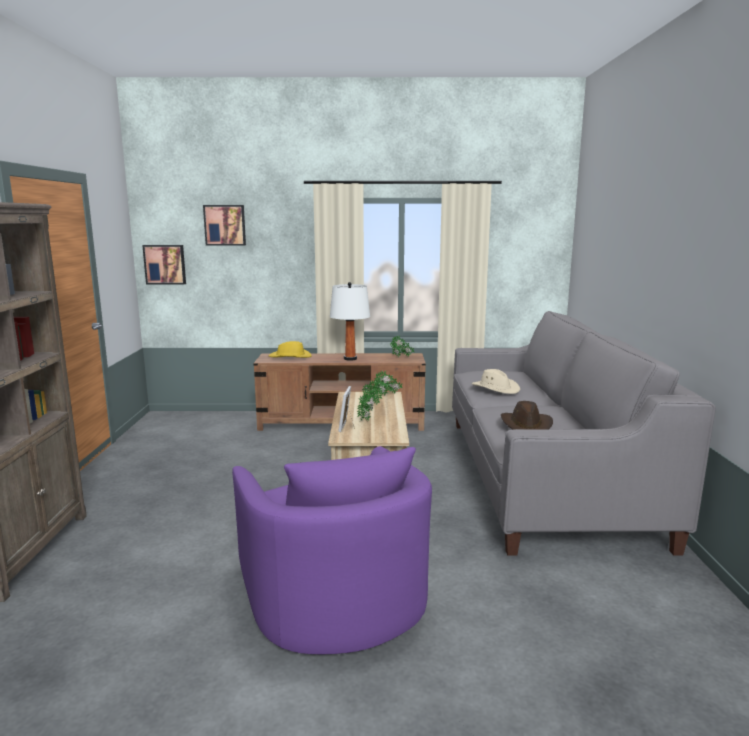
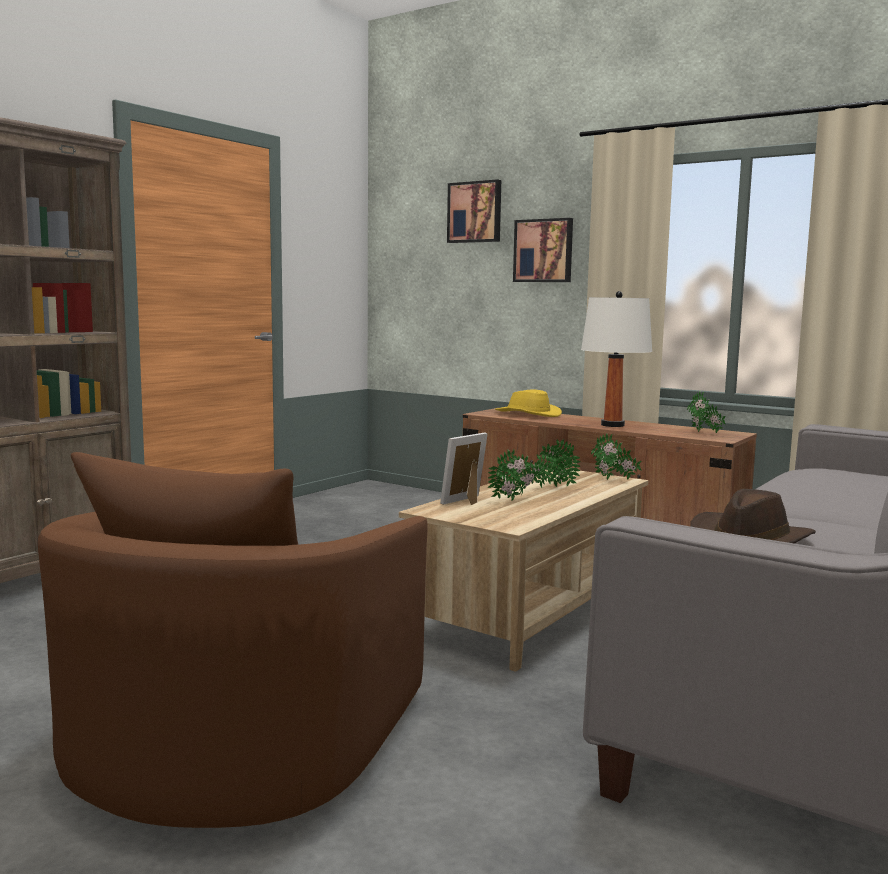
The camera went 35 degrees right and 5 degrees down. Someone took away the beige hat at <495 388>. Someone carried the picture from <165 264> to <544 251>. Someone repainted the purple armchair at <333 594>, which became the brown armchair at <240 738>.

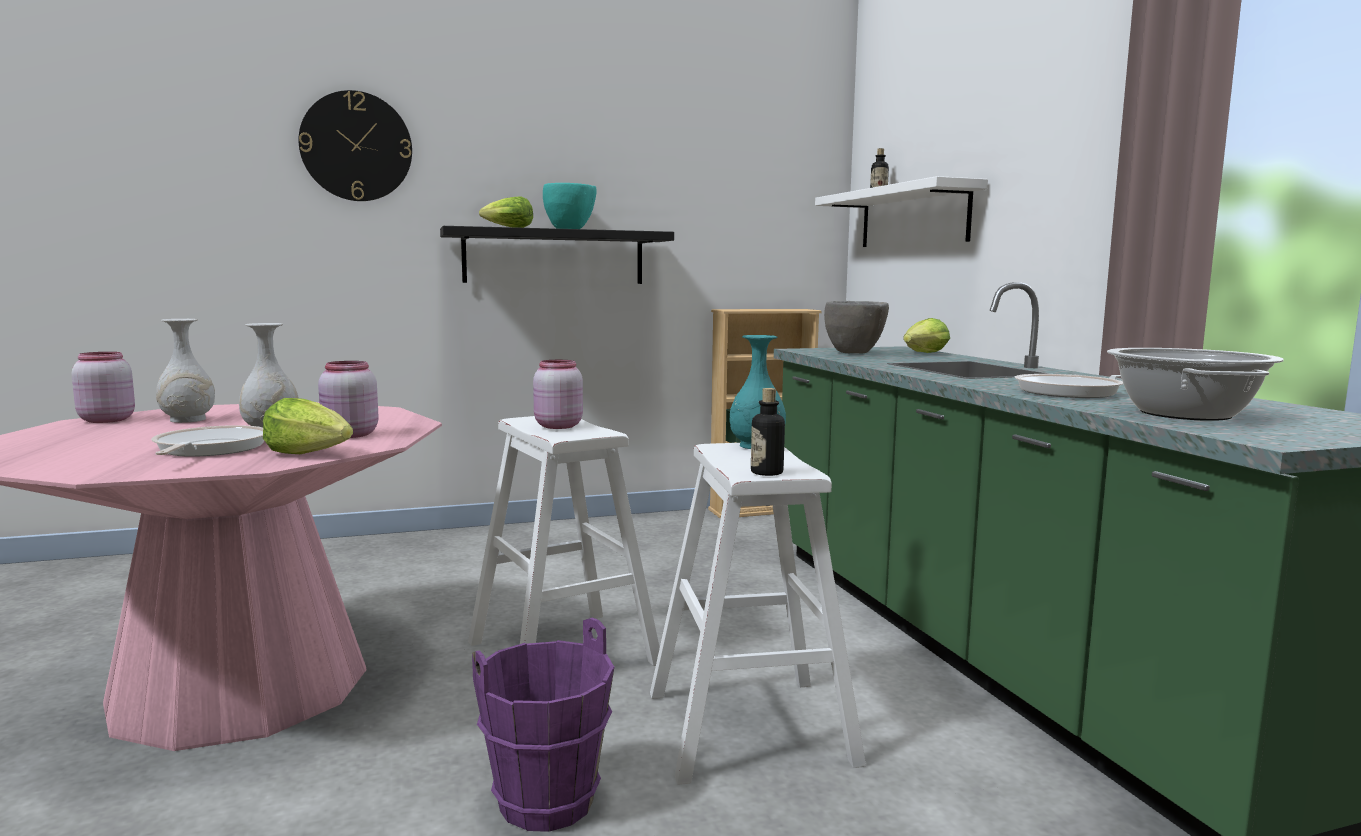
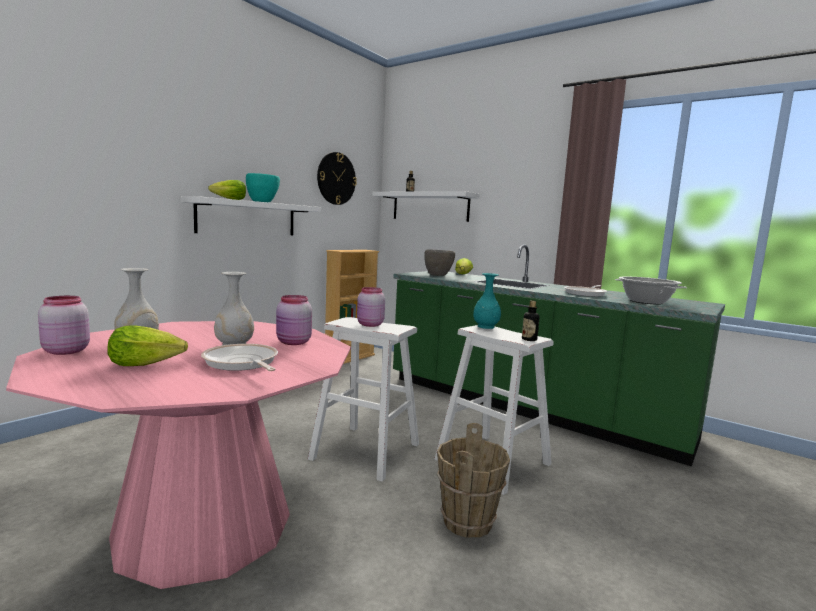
The camera went 35 degrees left and 0 degrees up. Someone carried the lettuce from <310 454> to <146 364>. Someone carried the wall clock from <356 146> to <336 178>. Someone repainted the black shelf at <554 257>, which became the white shelf at <247 218>. Someone repainted the purple bucket at <547 803>, which became the brown bucket at <468 522>.

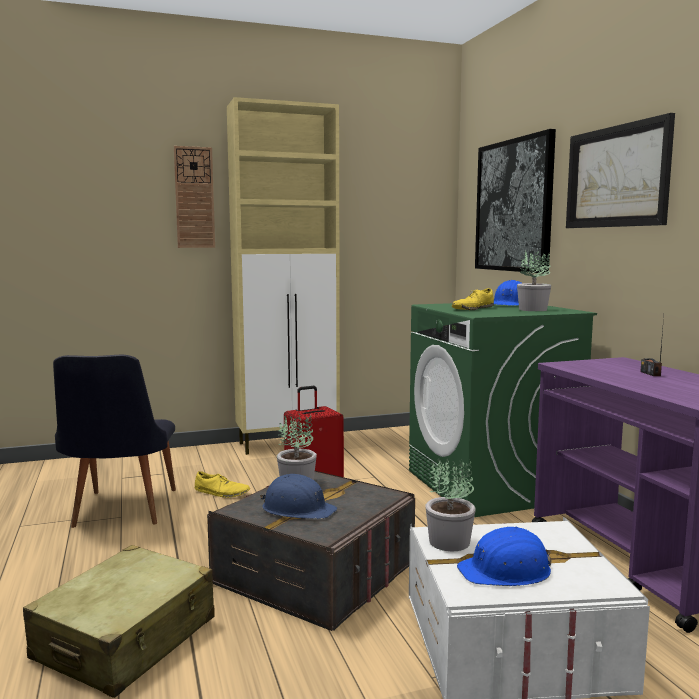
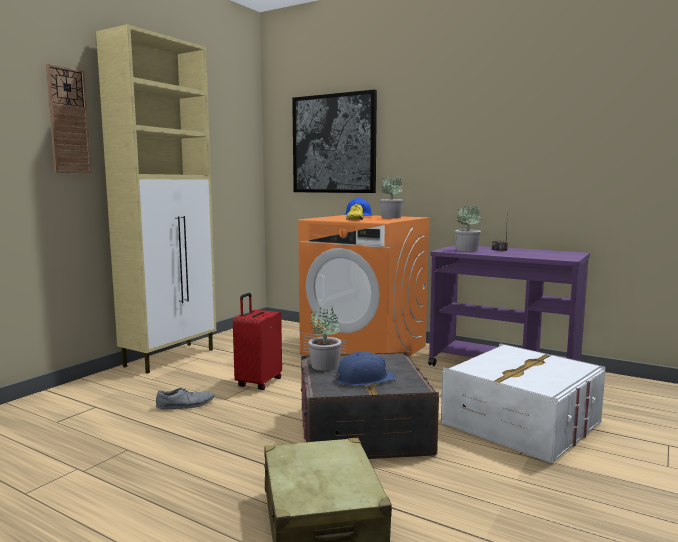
The camera went 40 degrees left and 0 degrees up. Someone took away the black chair at <120 512>. Someone took away the blue hard hat at <506 571>. Someone took away the picture at <616 177>. Someone carried the potted plant from <450 542> to <467 250>. Someone repainted the yellow shoe at <221 492>, which became the grey shoe at <185 405>. Someone repainted the green washing machine at <491 485>, which became the orange washing machine at <365 350>.

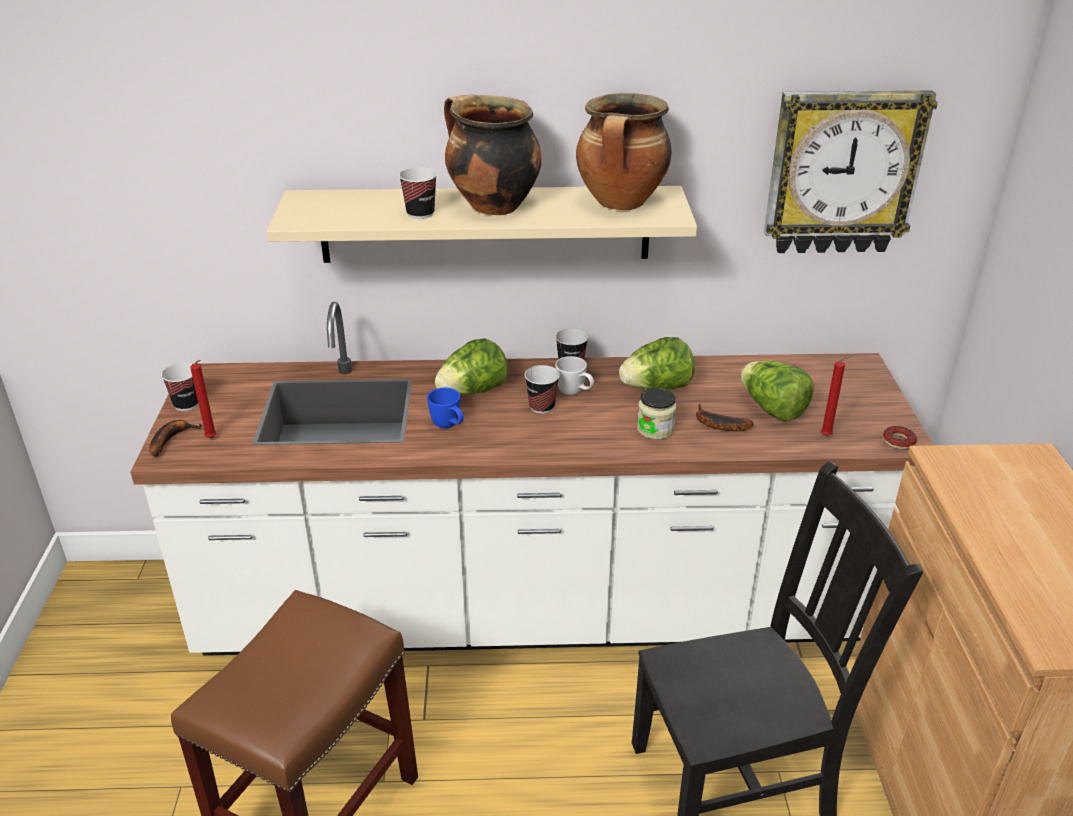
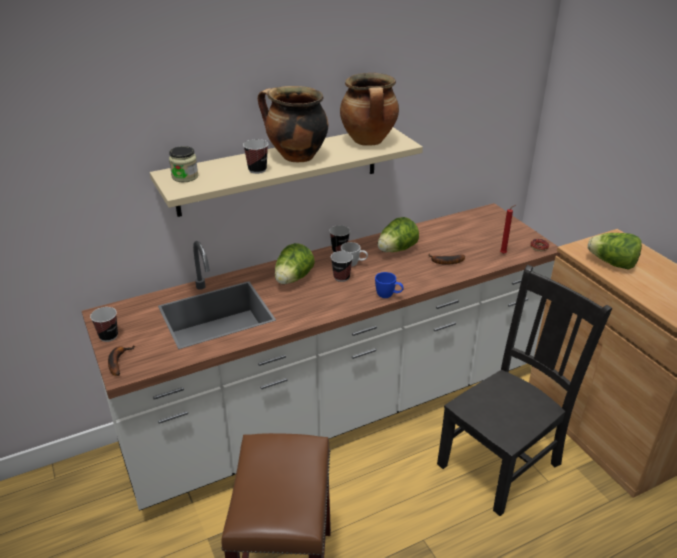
The camera went 25 degrees left and 0 degrees up. Someone took away the red candle at <212 438>. Someone took away the wall clock at <842 172>. Someone carried the blue mug from <449 426> to <388 296>. Someone carried the jar from <655 429> to <185 177>. Someone carried the lettuce from <772 409> to <612 263>.

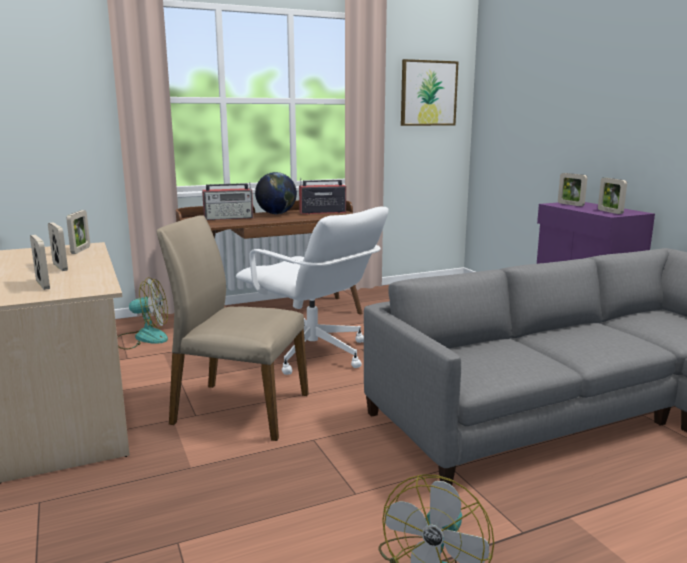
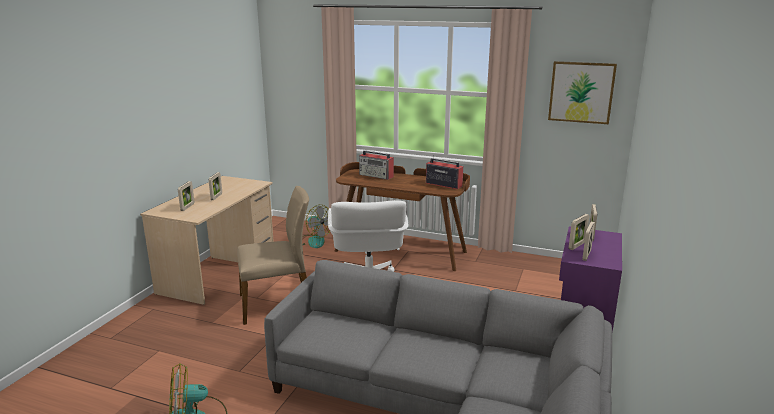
The camera went 45 degrees right and 5 degrees up. Someone took away the globe at <276 214>. Someone carried the picture frame from <80 250> to <577 245>. Someone rotated the beige chair at <239 409> by 105 degrees clockwise.

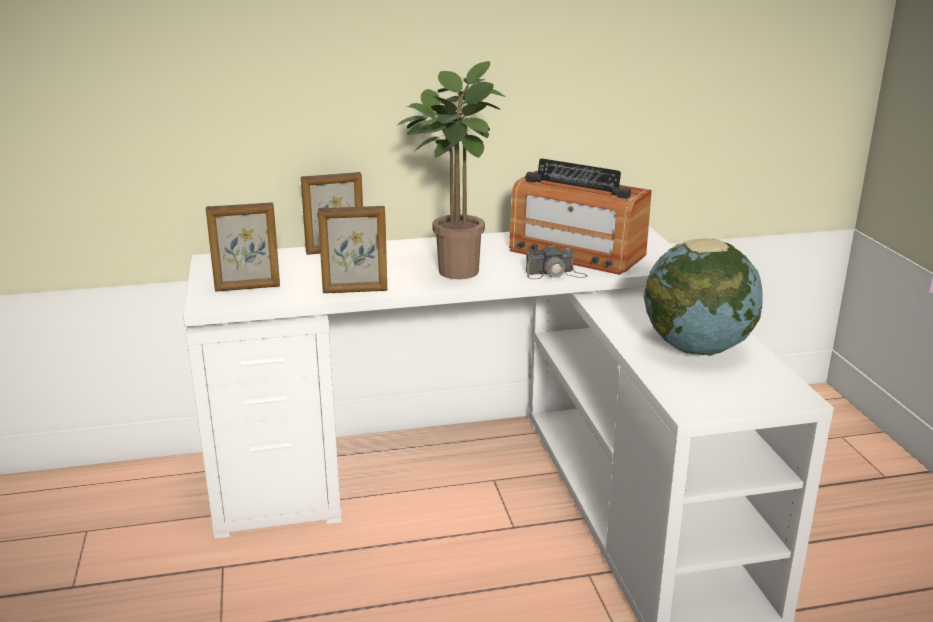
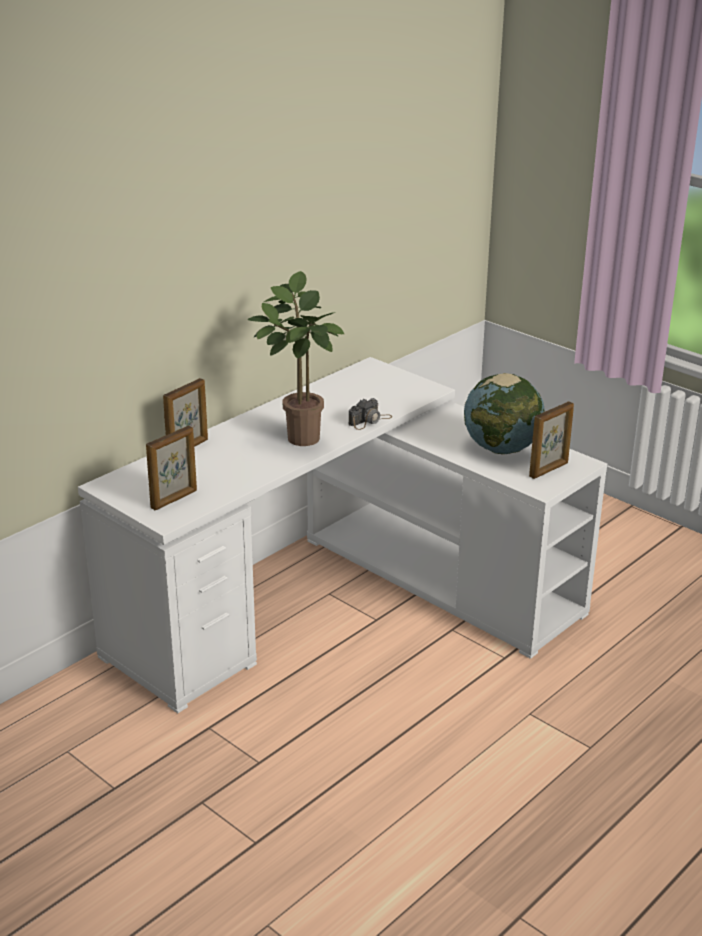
The camera went 35 degrees left and 5 degrees up. Someone took away the radio at <576 253>. Someone carried the picture frame from <355 291> to <549 470>.

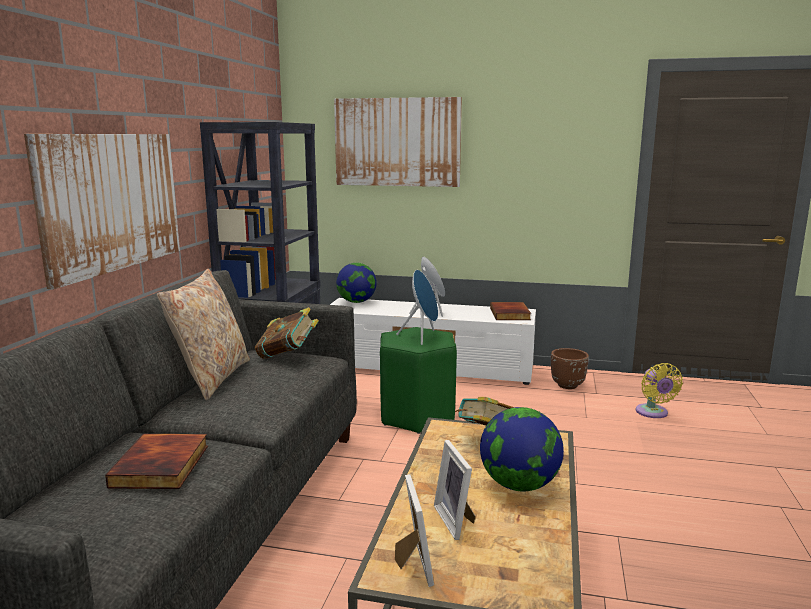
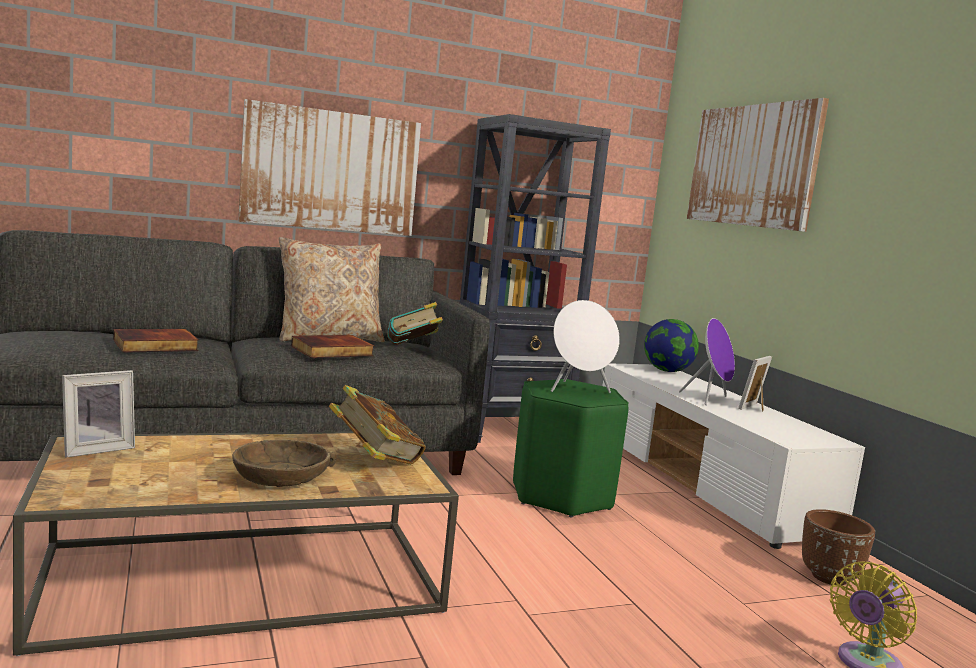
The camera went 55 degrees right and 5 degrees down. Someone carried the picture frame from <456 520> to <755 408>. Someone carried the book from <511 314> to <332 351>. Someone swapped the globe at <519 485> for the brown bowl at <281 476>. Someone repainted the blue speaker at <422 337>, which became the white speaker at <578 390>.

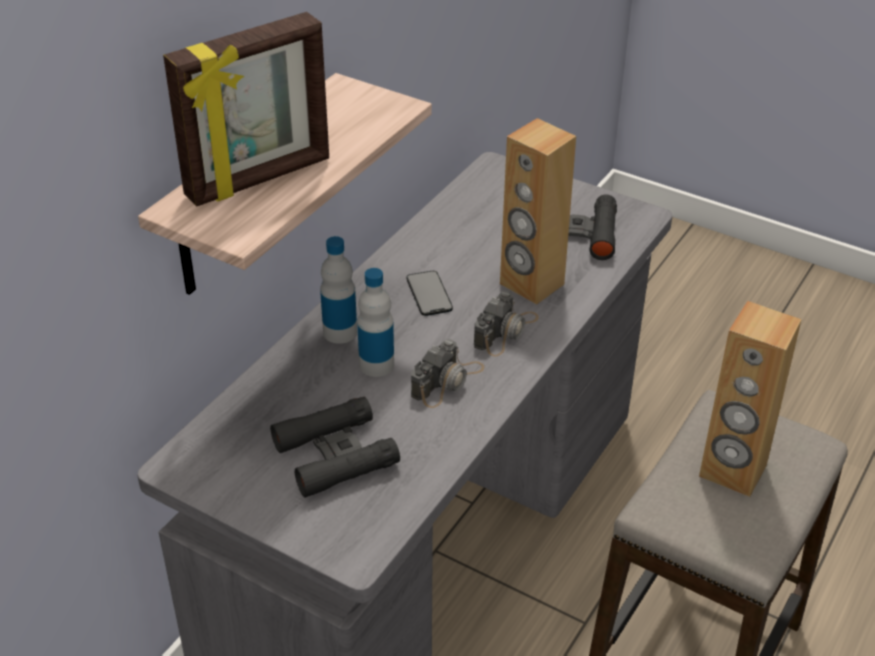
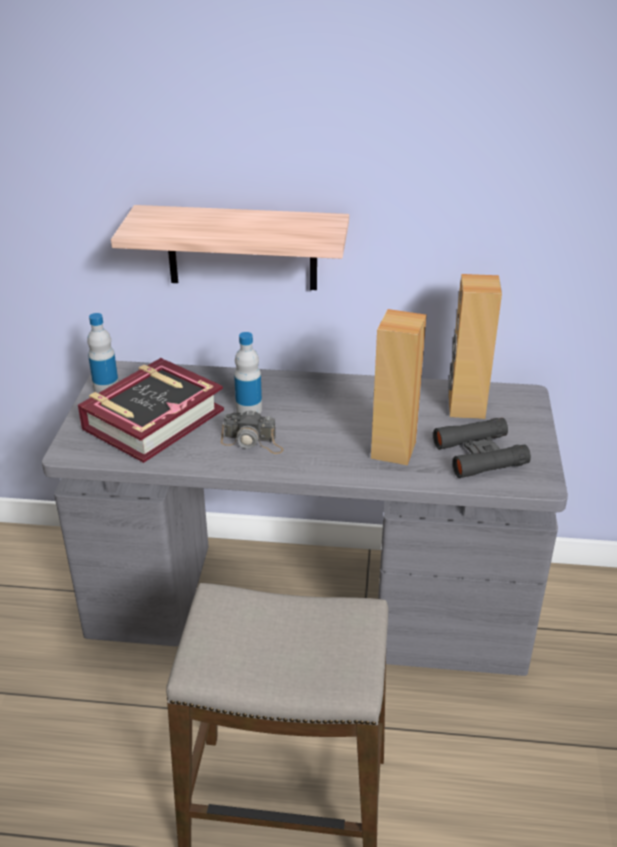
The camera went 65 degrees right and 5 degrees down. Someone took away the picture frame at <259 179>. Someone took away the phone at <429 293>. Someone took away the photo camera at <506 331>. Someone carried the bottle from <340 332> to <106 389>. Someone carried the brown speaker from <732 471> to <465 407>. Someone swapped the black binoculars at <335 455> for the book at <153 419>.

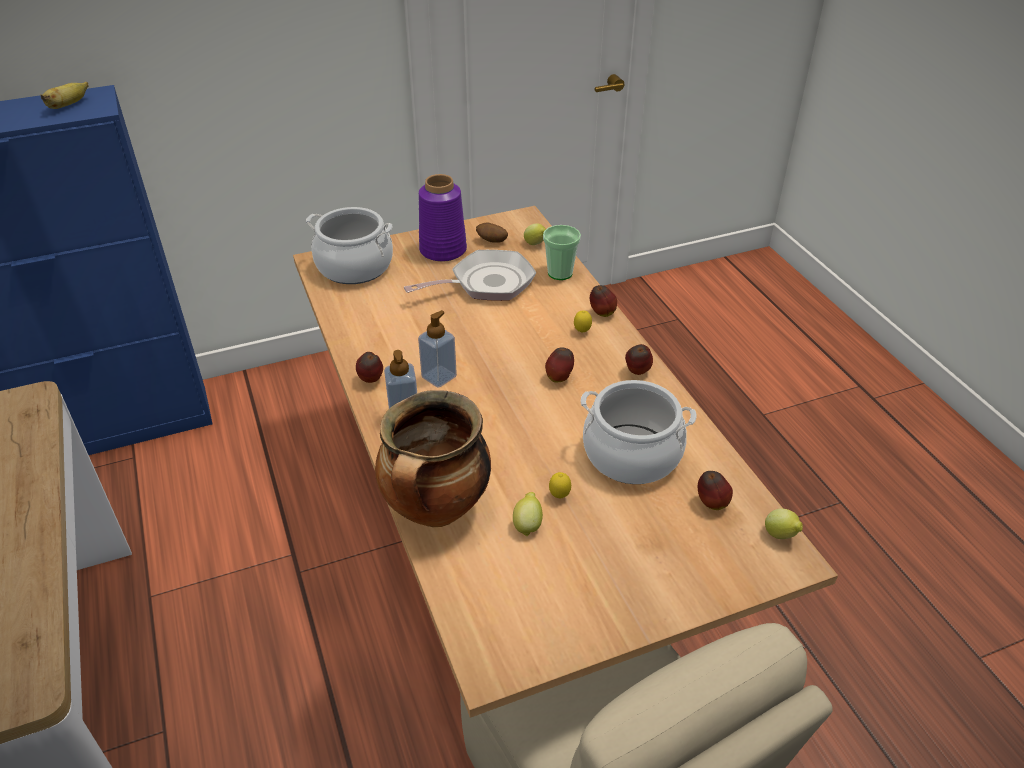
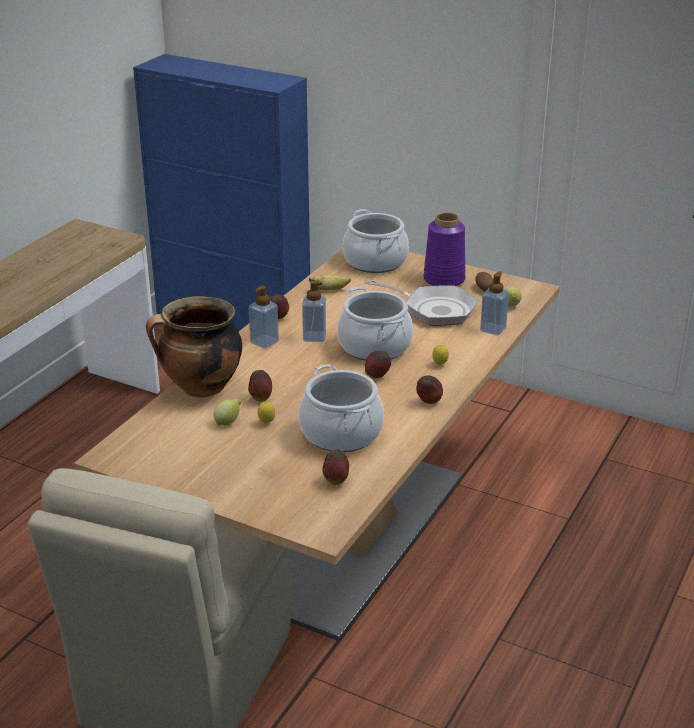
The camera went 50 degrees right and 10 degrees down. Someone took away the lemon at <780 535>. Someone put down the cooking pot at <374 347>. Someone carried the banana from <68 105> to <330 290>. Someone carried the apple from <602 313> to <260 398>. Someone swapped the cup at <560 273> for the soap dispenser at <493 329>.

